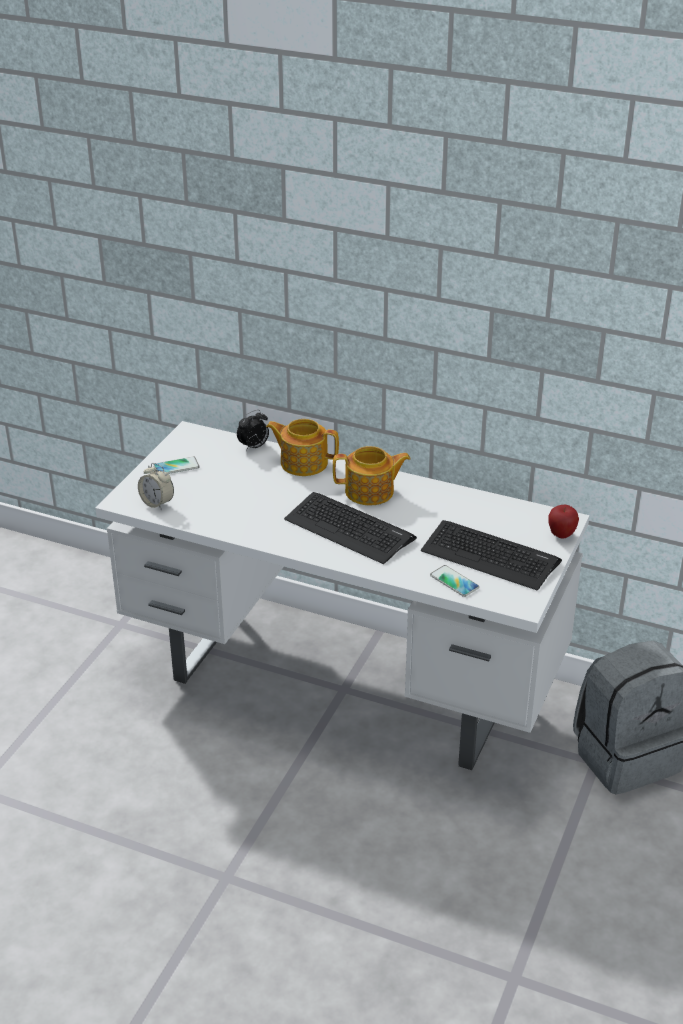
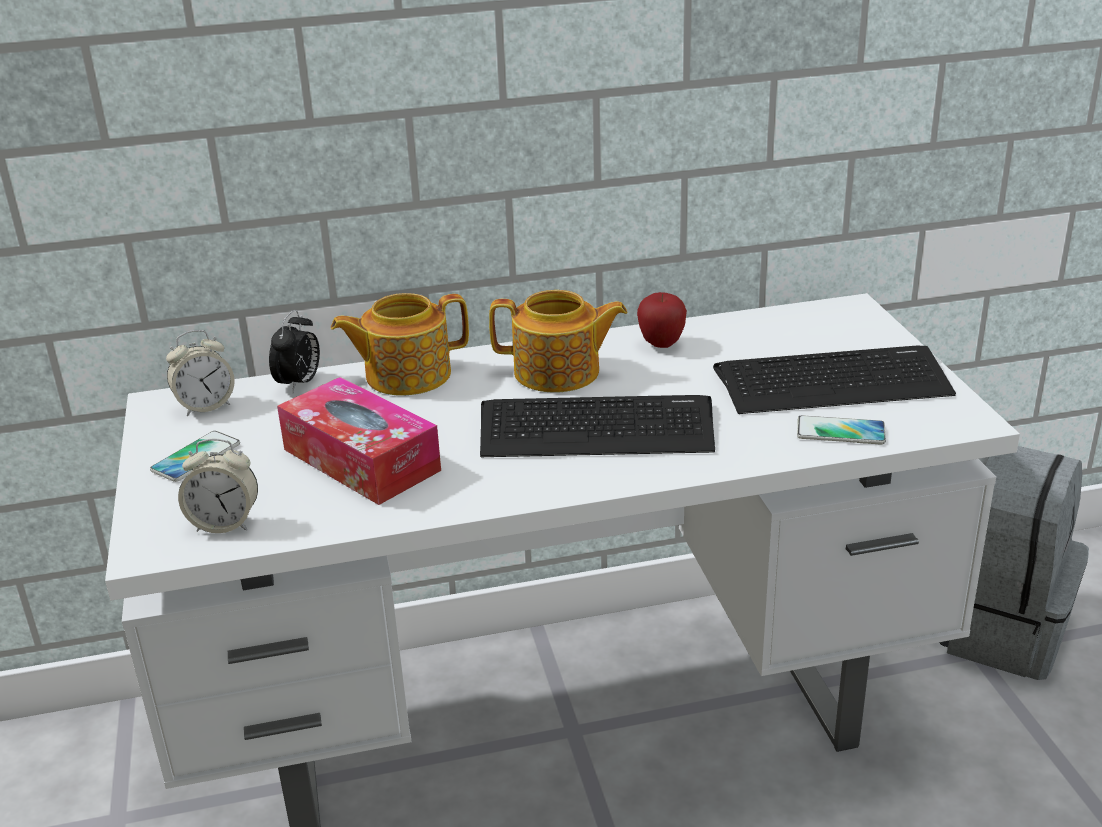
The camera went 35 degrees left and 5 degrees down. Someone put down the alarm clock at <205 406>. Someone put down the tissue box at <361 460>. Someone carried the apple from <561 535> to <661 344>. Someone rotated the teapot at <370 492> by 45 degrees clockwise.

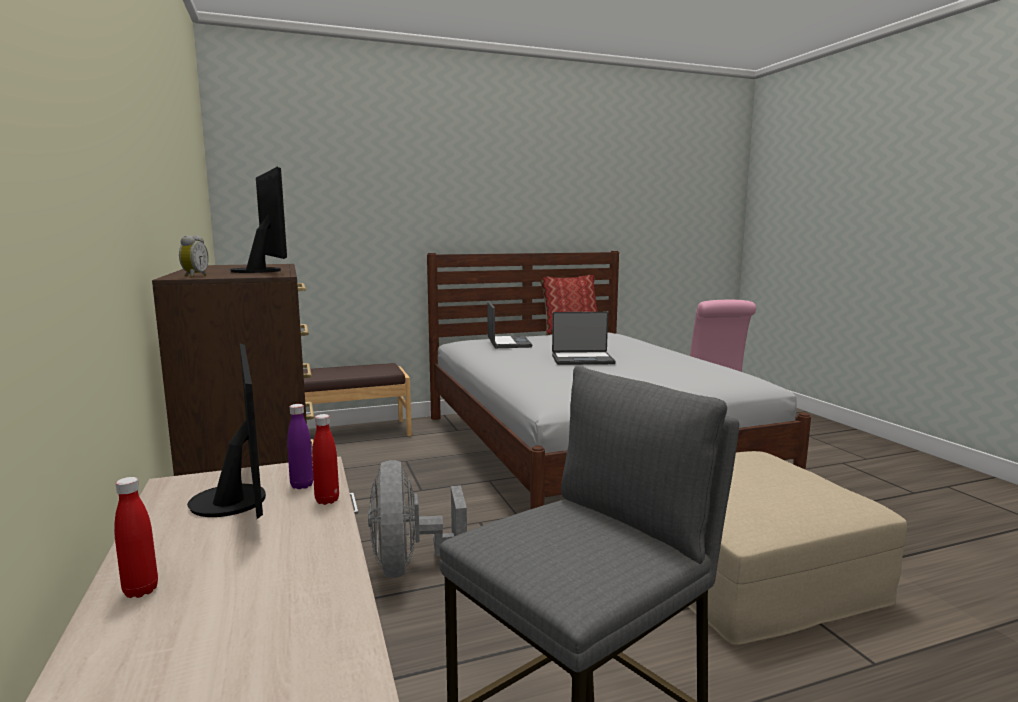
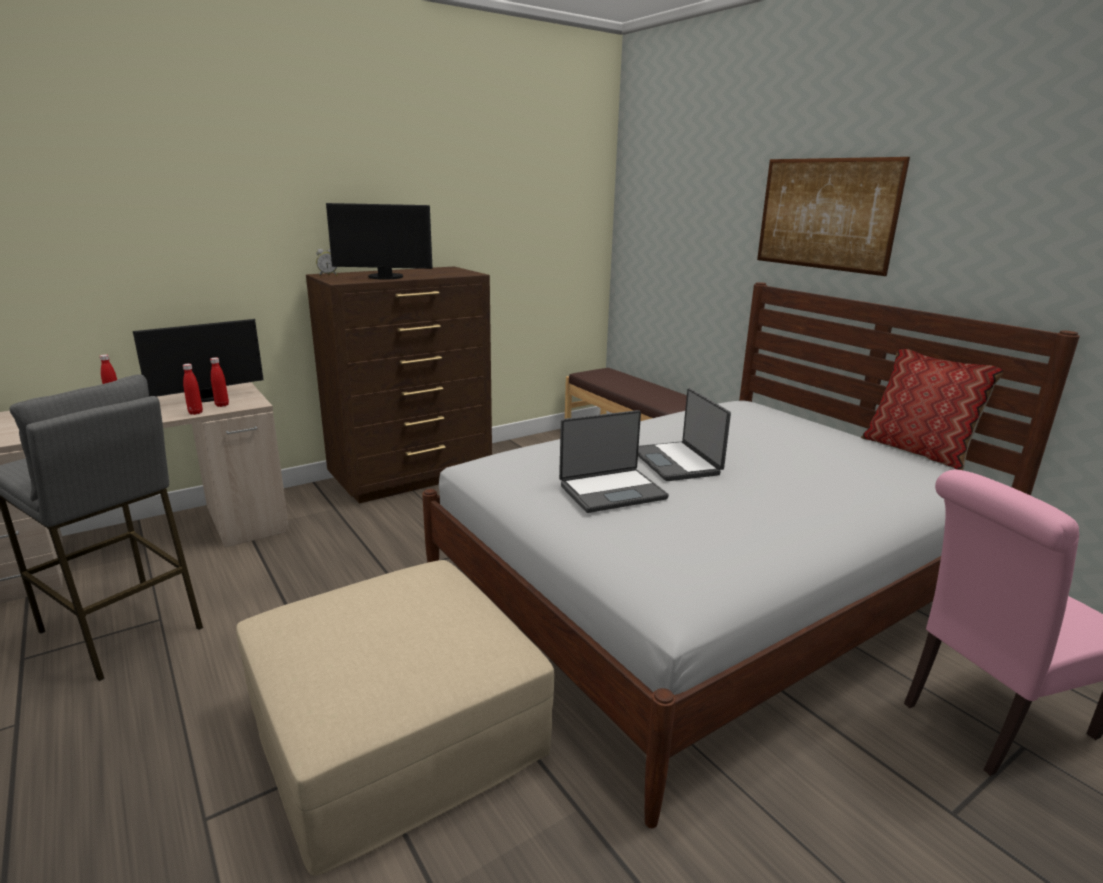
The camera went 75 degrees right and 10 degrees up. Someone took away the grey fan at <409 565>. Someone put up the picture at <825 214>. Someone carried the laptop from <508 343> to <611 491>. Someone repainted the purple bottle at <302 485>, which became the red bottle at <222 405>. Someone rotated the monitor at <262 271> by 45 degrees clockwise.

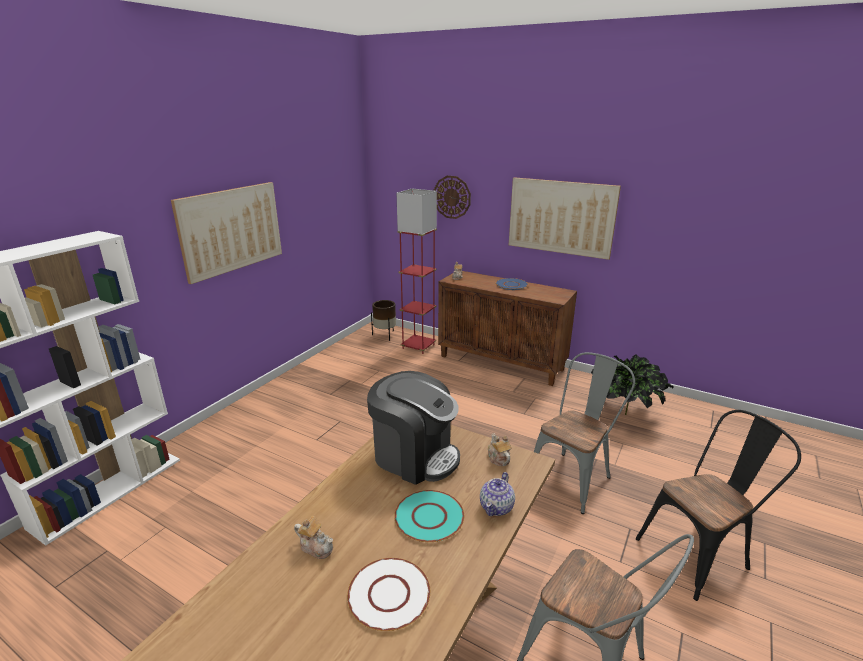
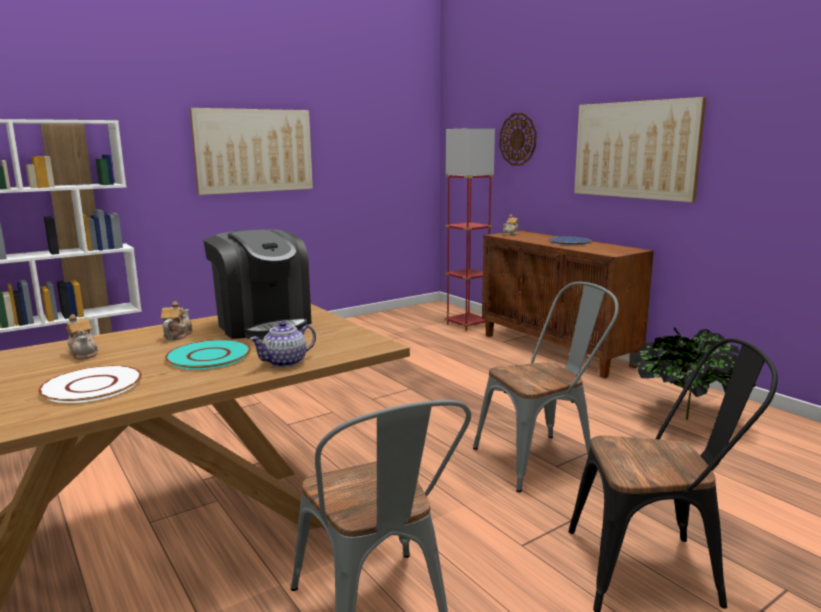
The camera went 25 degrees right and 10 degrees down. Someone took away the brown planter at <385 335>. Someone carried the teapot from <498 458> to <177 335>.

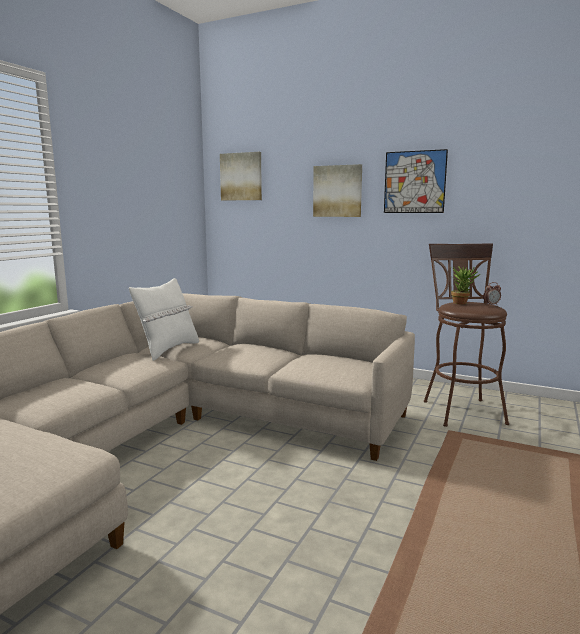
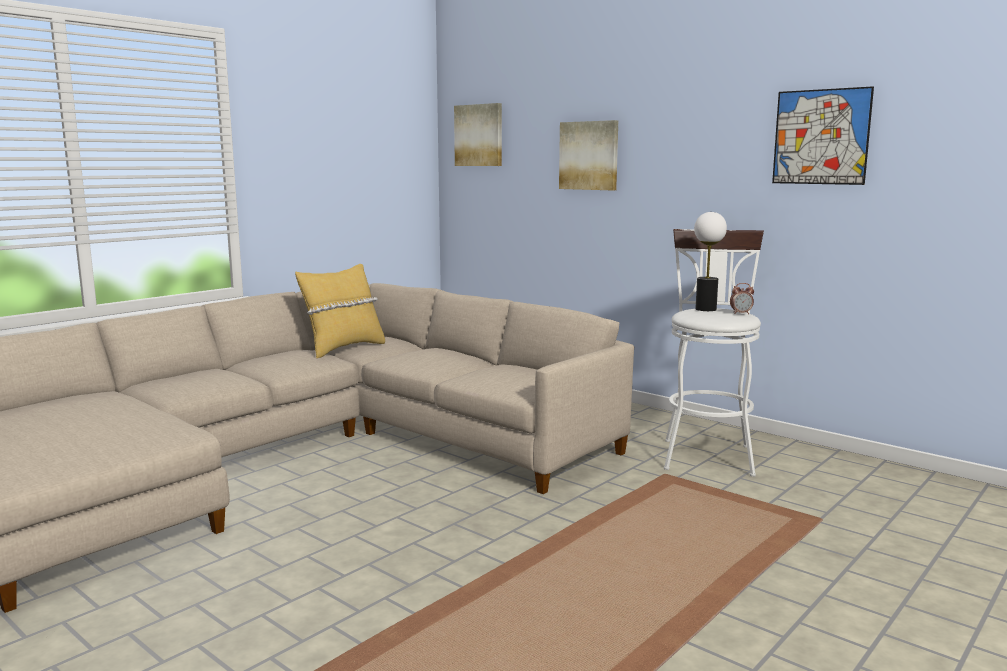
The camera went 15 degrees right and 0 degrees up. Someone carried the picture from <414 182> to <821 137>. Someone swapped the potted plant at <462 303> for the table lamp at <706 309>. Someone repainted the white pillow at <167 350>, which became the yellow pillow at <343 348>. Someone repainted the brown stool at <460 409>, which became the white stool at <707 453>.

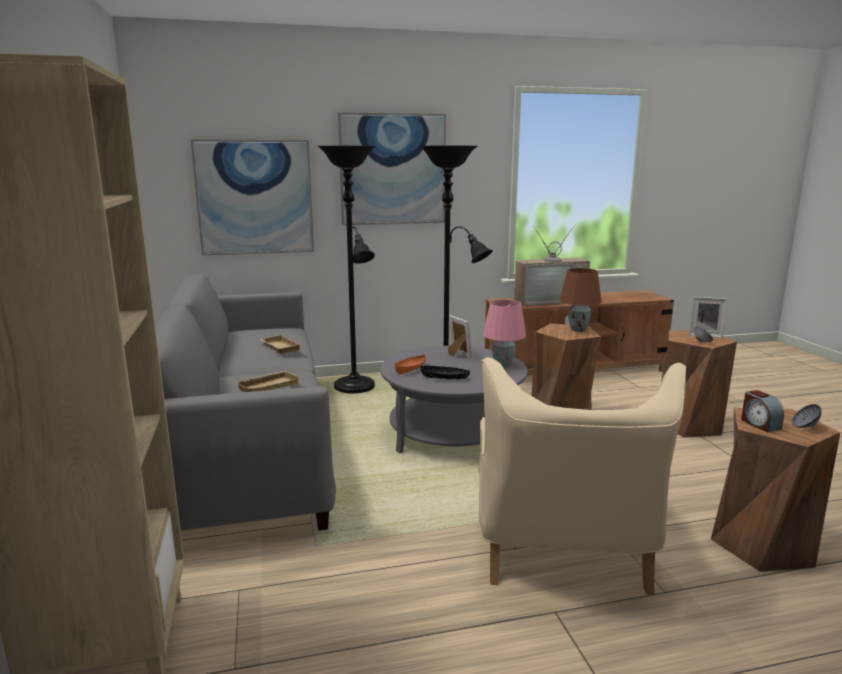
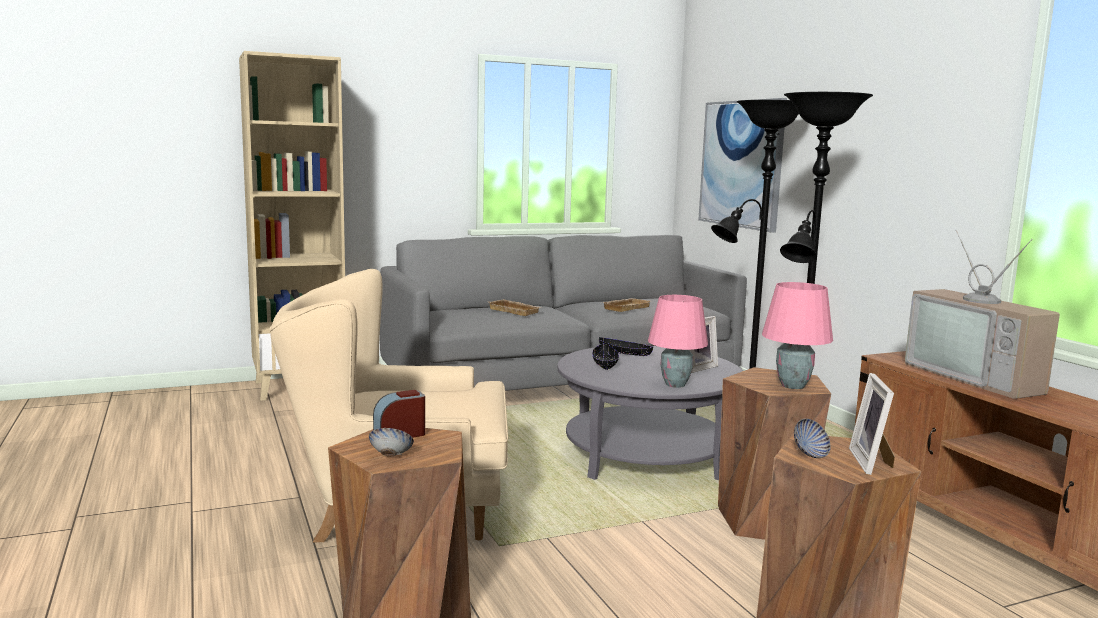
The camera went 80 degrees right and 5 degrees down. Someone took away the picture at <393 169>. Someone repainted the orange bowl at <410 369>, which became the black bowl at <625 353>. Someone repainted the brown table lamp at <577 330>, which became the pink table lamp at <792 385>.

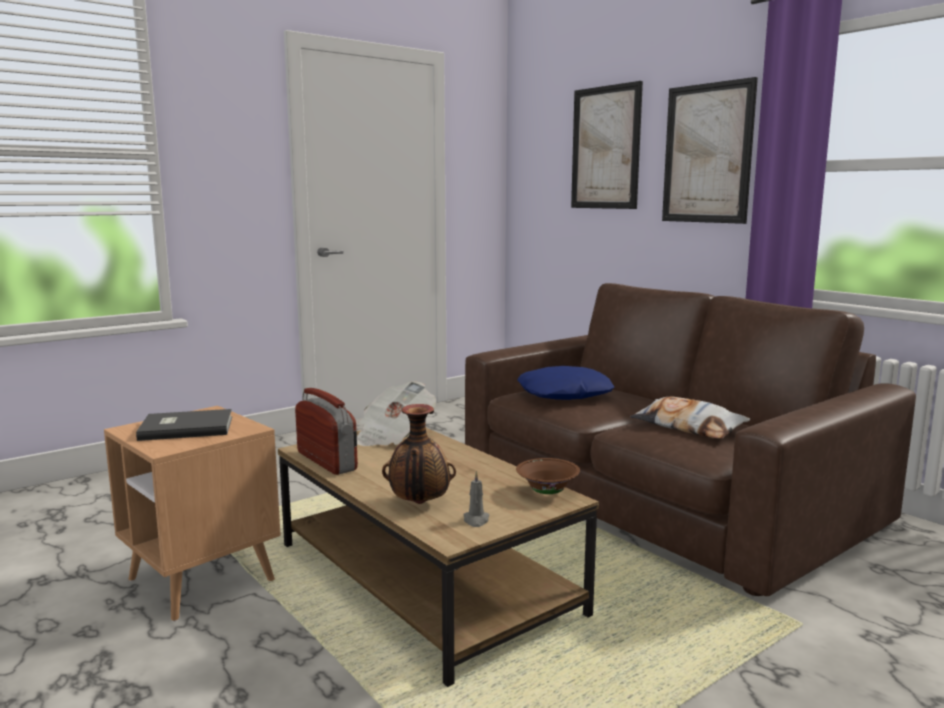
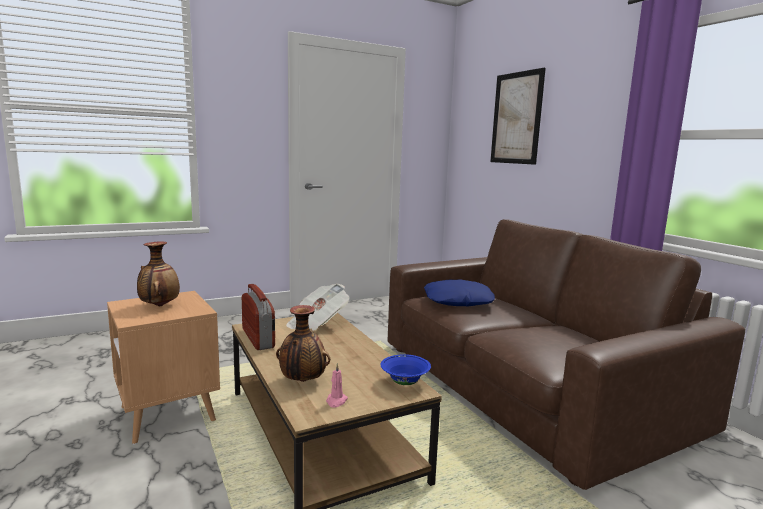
The camera went 10 degrees right and 0 degrees up. Someone took away the pillow at <688 426>. Someone took away the picture at <707 154>. Someone swapped the grey book at <185 427> for the vase at <159 306>. Someone repainted the grey candle at <476 520>, which became the pink candle at <336 401>. Someone repainted the brown bowl at <547 492>, which became the blue bowl at <405 382>.

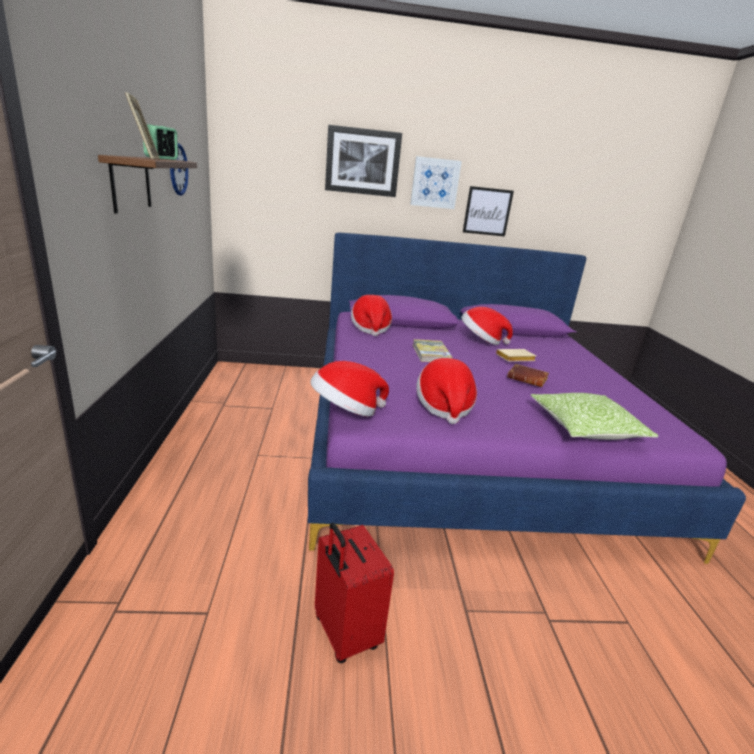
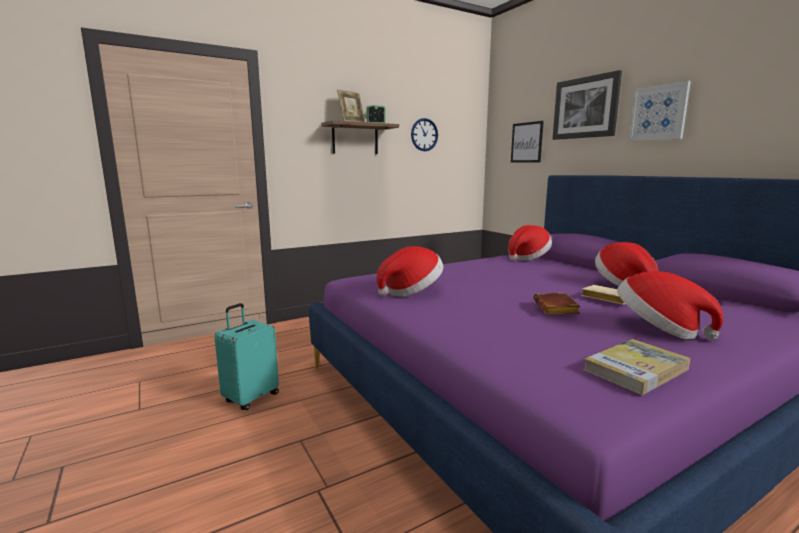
The camera went 65 degrees right and 10 degrees down. Someone took away the pillow at <585 428>. Someone carried the hat from <346 411> to <658 329>. Someone carried the book from <431 353> to <636 369>. Someone carried the picture from <487 211> to <526 142>. Someone repainted the red suitcase at <344 634>, which became the turquoise suitcase at <251 398>.

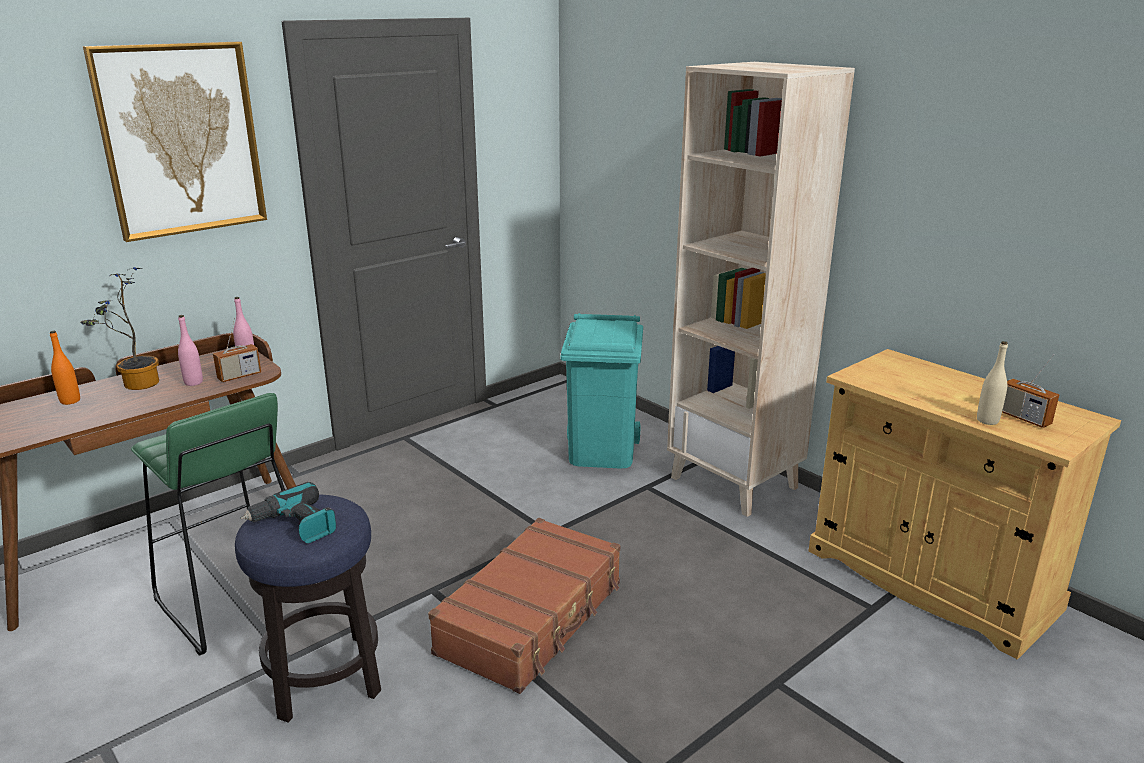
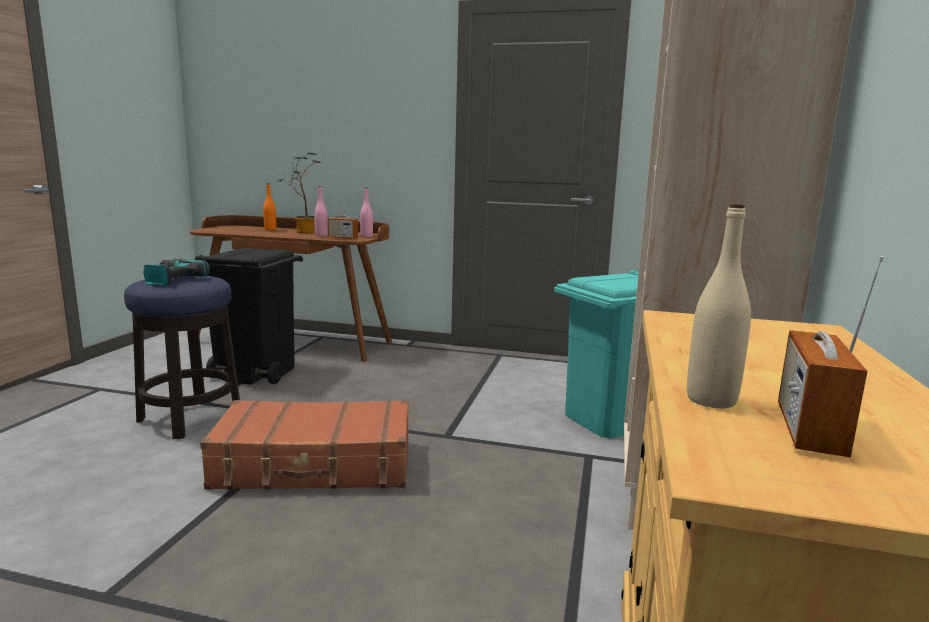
The camera went 55 degrees right and 10 degrees down. Someone took away the picture at <181 140>. Someone swapped the green stool at <234 599> for the black trash can at <256 372>.

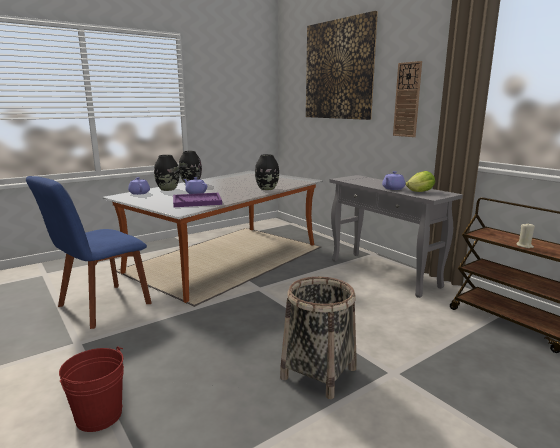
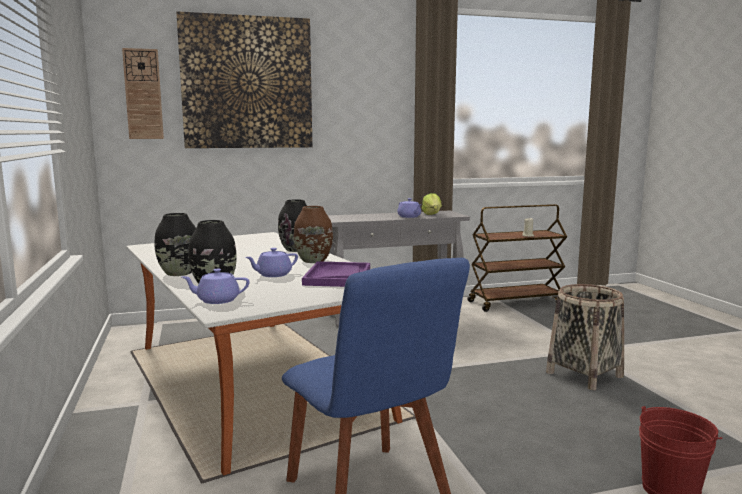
The camera went 70 degrees left and 5 degrees down. Someone put down the brown vase at <313 261>. Someone carried the wall clock from <407 100> to <143 94>.

